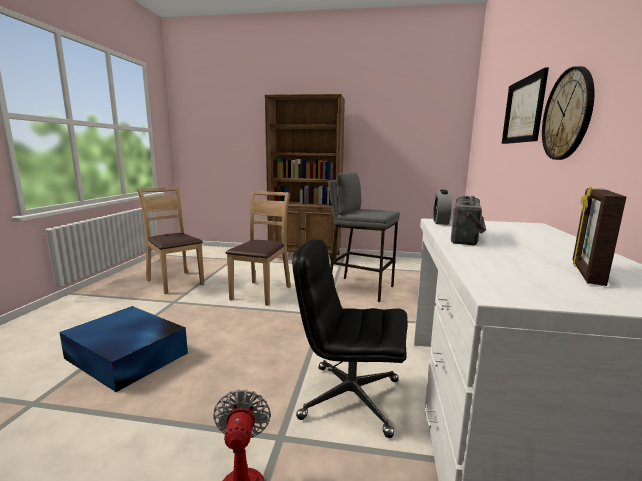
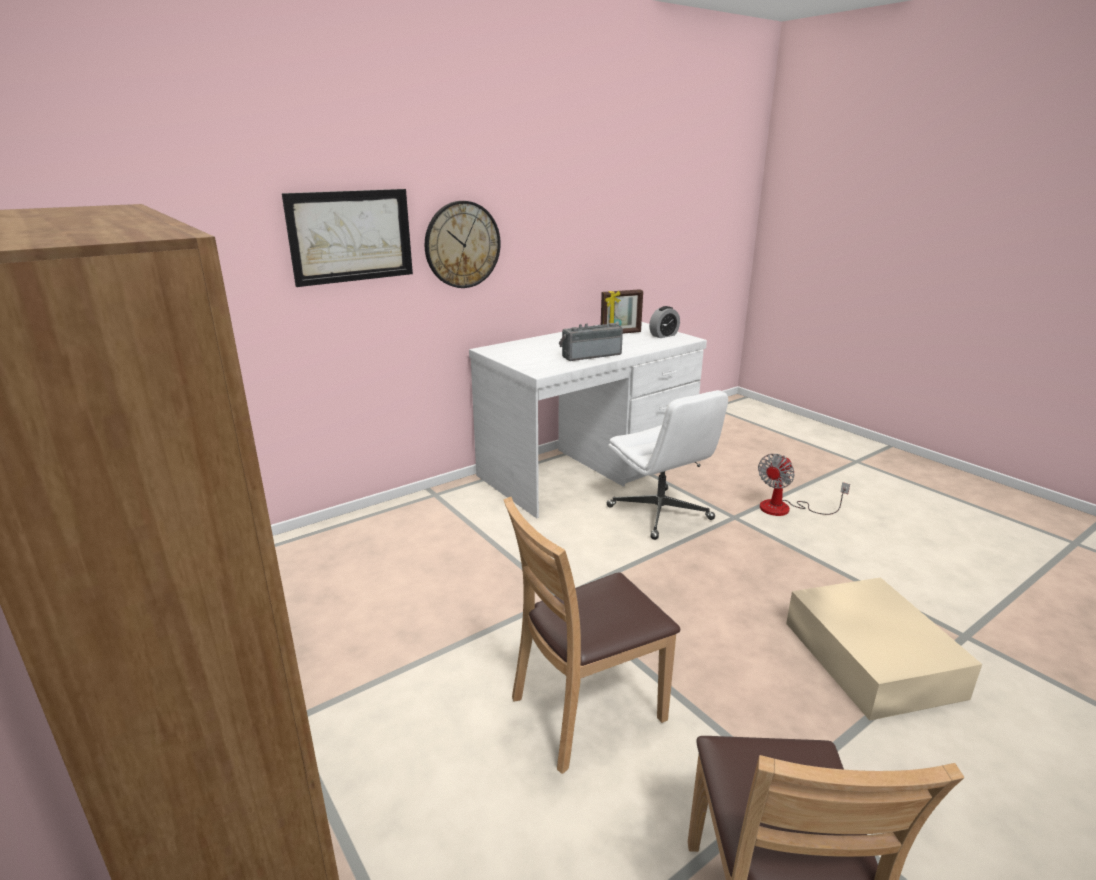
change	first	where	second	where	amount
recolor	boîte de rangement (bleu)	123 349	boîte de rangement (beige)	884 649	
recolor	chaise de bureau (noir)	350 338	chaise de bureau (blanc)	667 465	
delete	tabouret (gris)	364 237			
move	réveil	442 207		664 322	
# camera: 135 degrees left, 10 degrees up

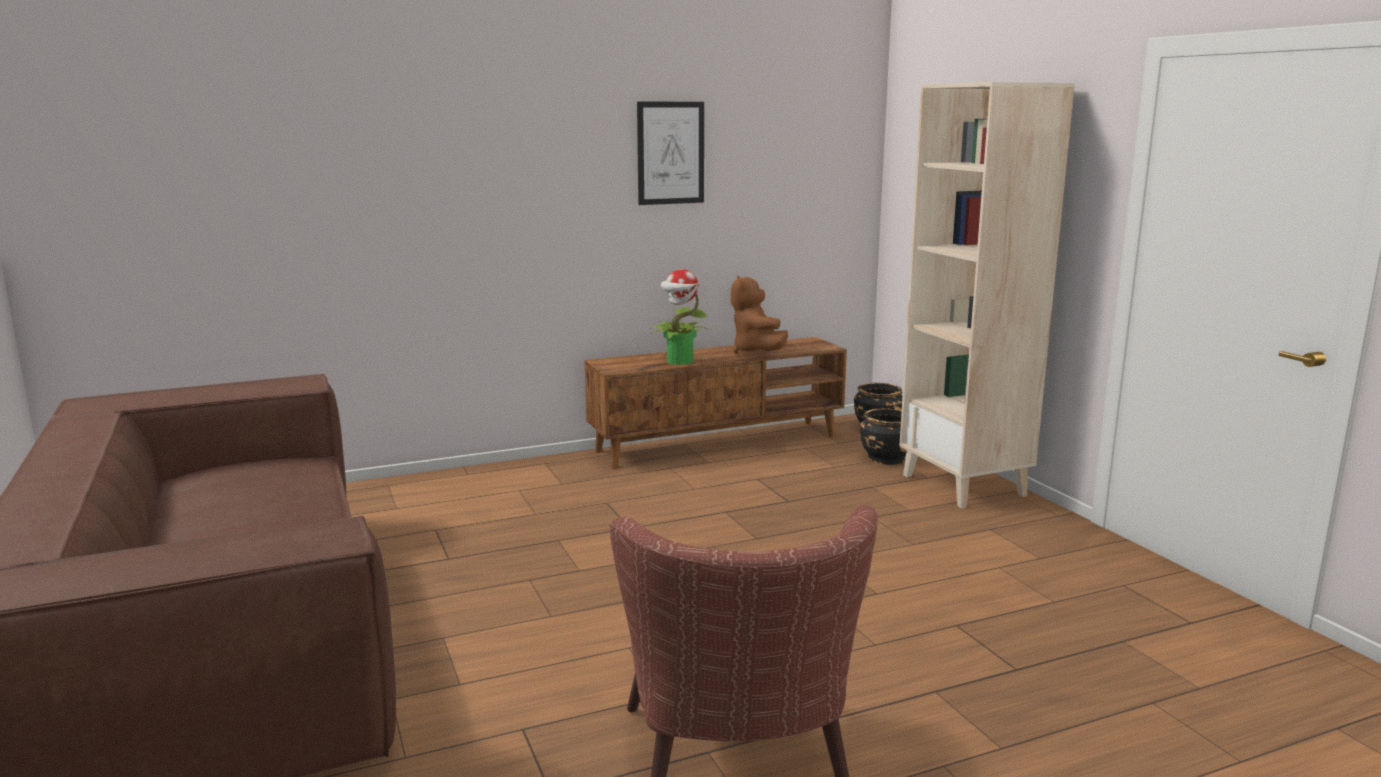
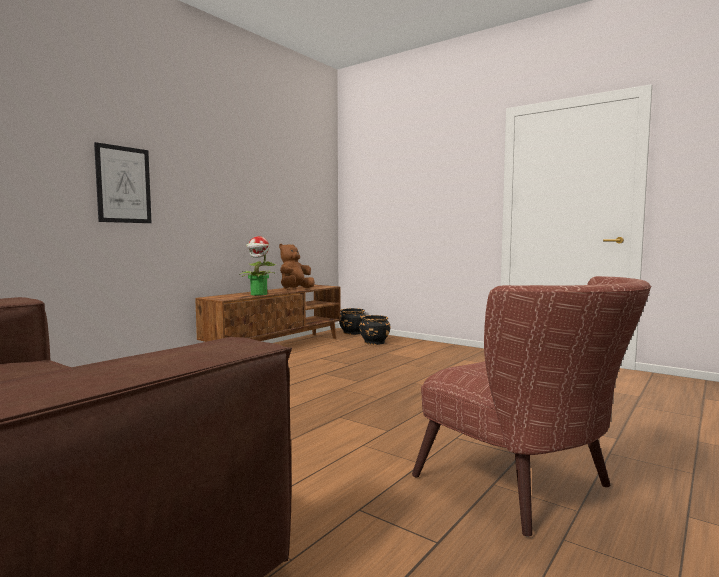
change	first	where	second	where	amount
move	tableau	670 153		122 182	
rotate	peluche (marron)	759 314		297 266	75 degrees clockwise
delete	bibliothèque (beige)	987 295			
# camera: 30 degrees left, 10 degrees down

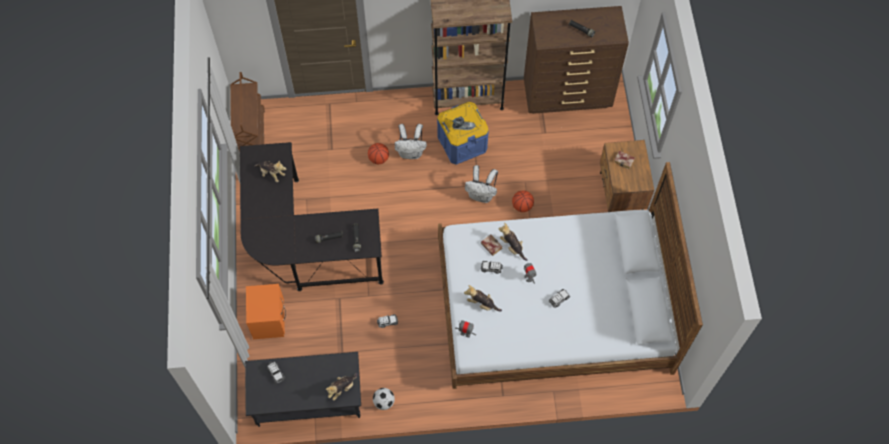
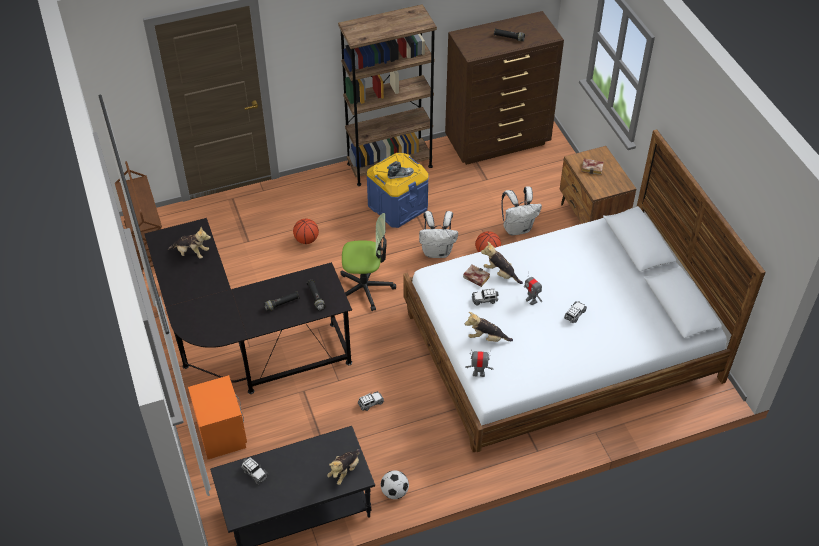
change	first	where	second	where	amount
move	sac à dos (blanc)	411 141		521 211	
insert			chaise de bureau	368 262	
# camera: 15 degrees left, 15 degrees down

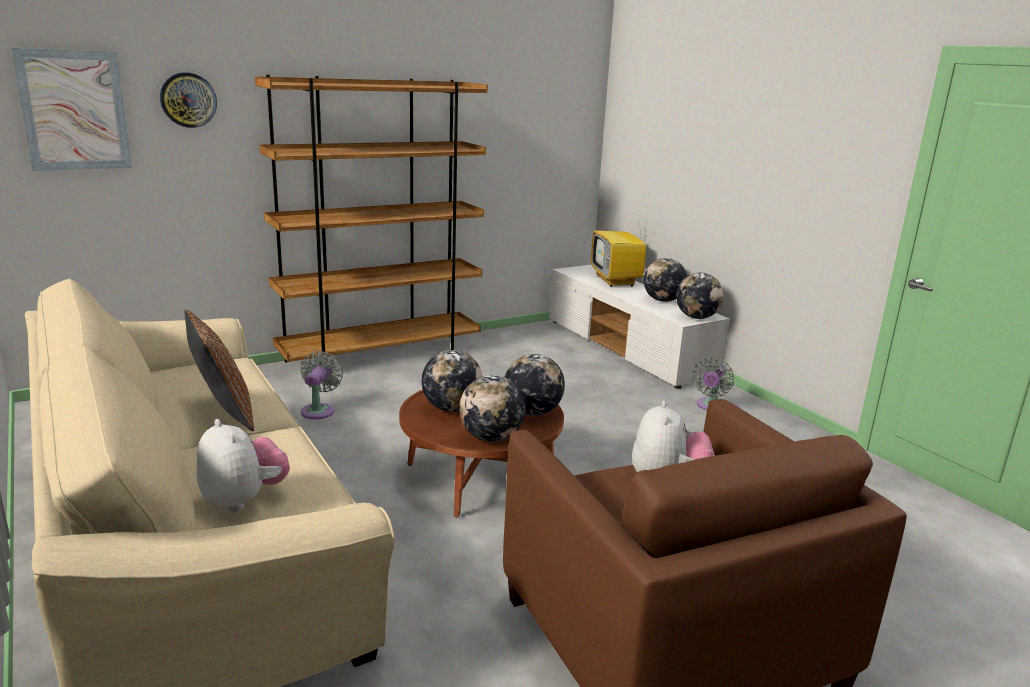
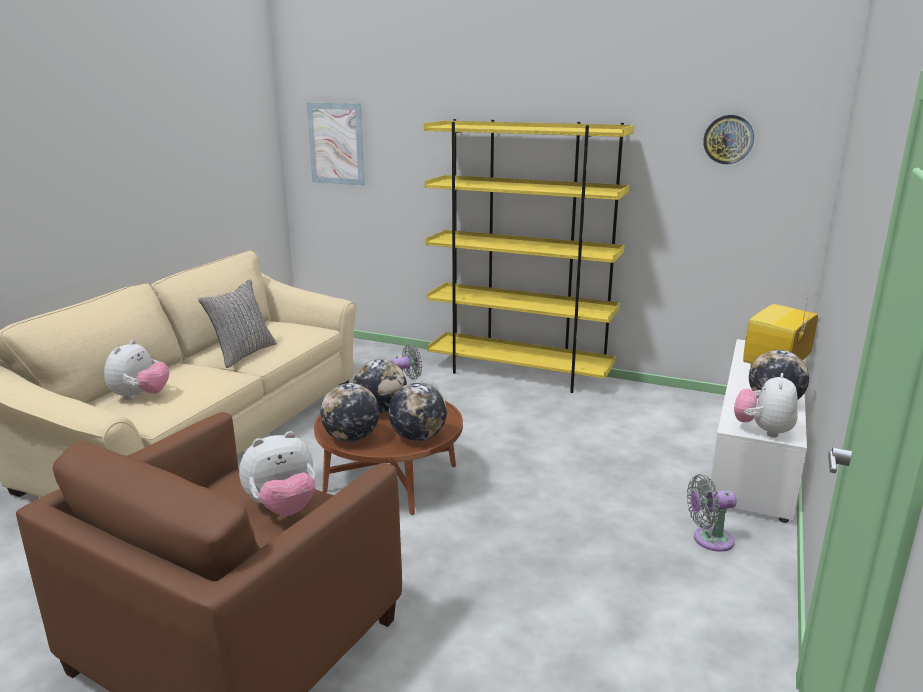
change	first	where	second	where	amount
move	horloge murale	188 100		728 139	
recolor	coussin (marron)	219 370	coussin (gris)	237 324	
recolor	bibliothèque (marron)	371 219	bibliothèque (jaune)	529 256	
replace	globe	700 296	peluche	766 405	
# camera: 55 degrees right, 0 degrees up

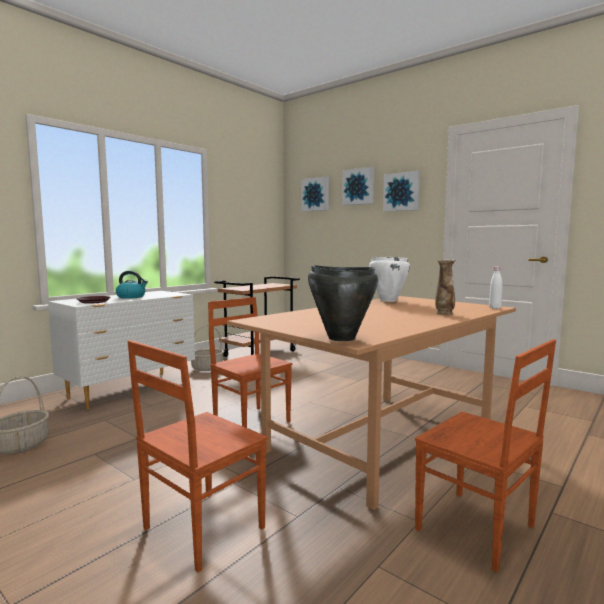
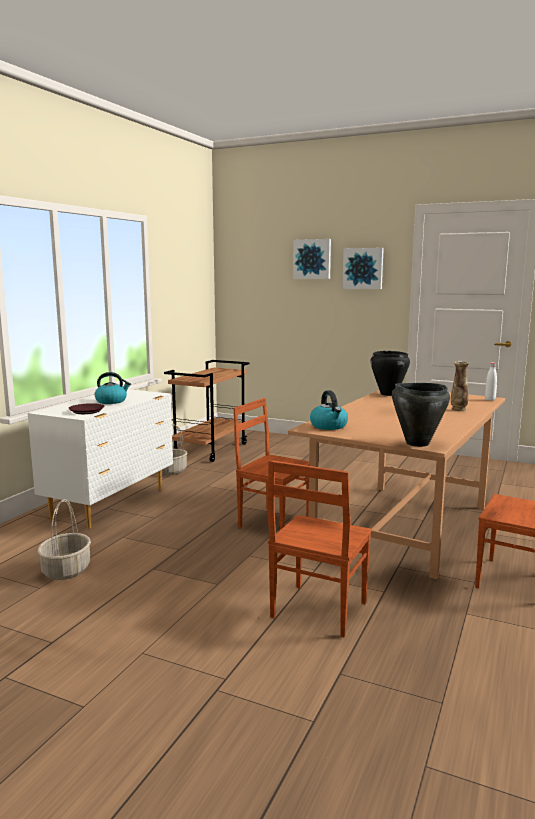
change	first	where	second	where	amount
delete	tableau	315 194			
recolor	marmite (blanc)	389 279	marmite (noir)	390 373	
insert			bouilloire	329 410	
# camera: 15 degrees left, 5 degrees up

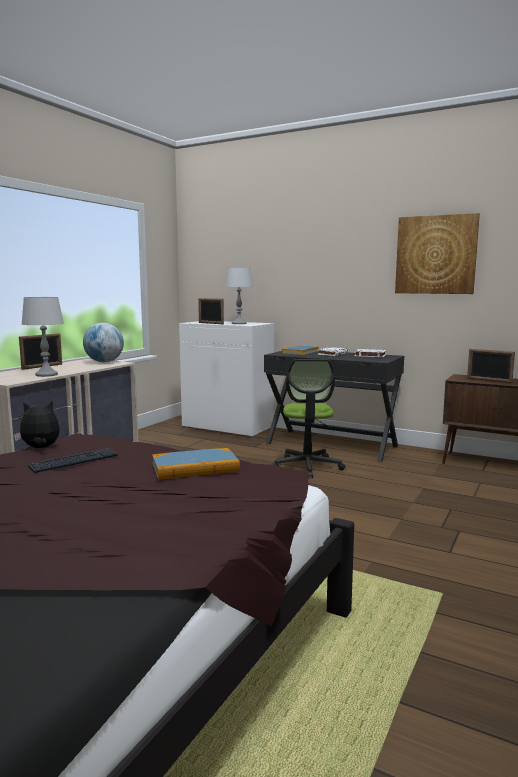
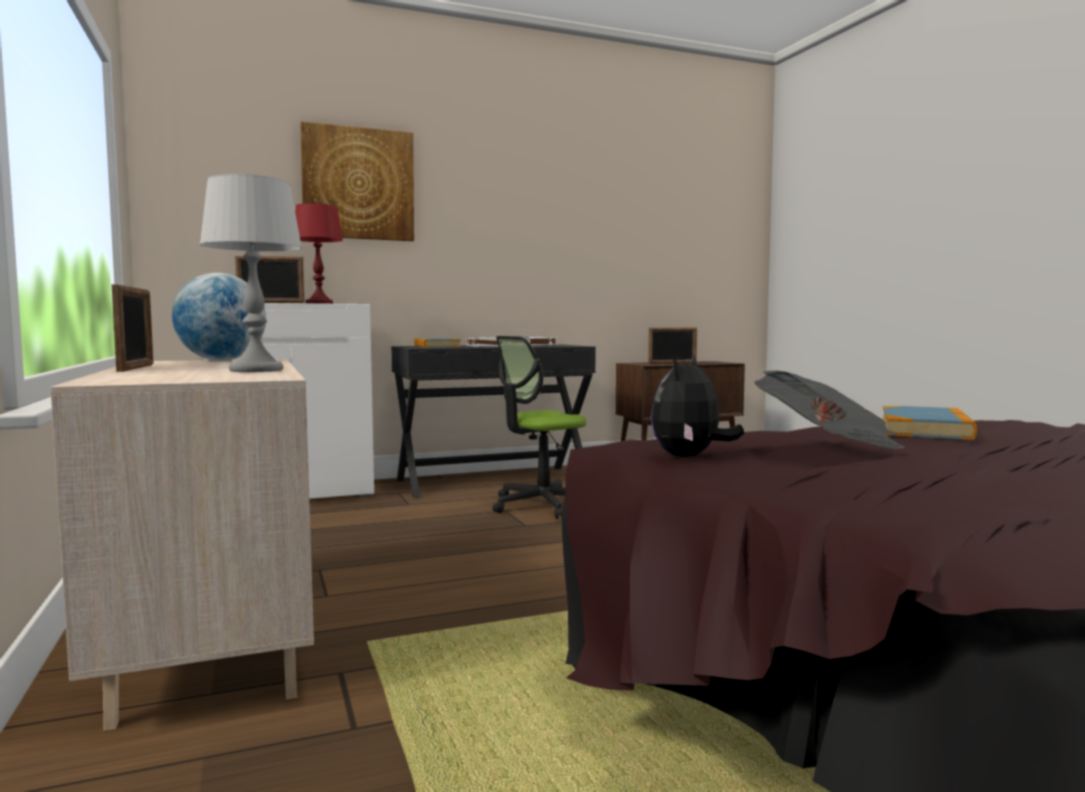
change	first	where	second	where	amount
replace	clavier	73 460	journal	830 409	
recolor	lampe de table (gris)	239 296	lampe de table (rouge)	319 253	
rotate	chaise de bureau	308 418		539 427	105 degrees clockwise
move	tableau	437 253		357 181	
# camera: 50 degrees left, 5 degrees down

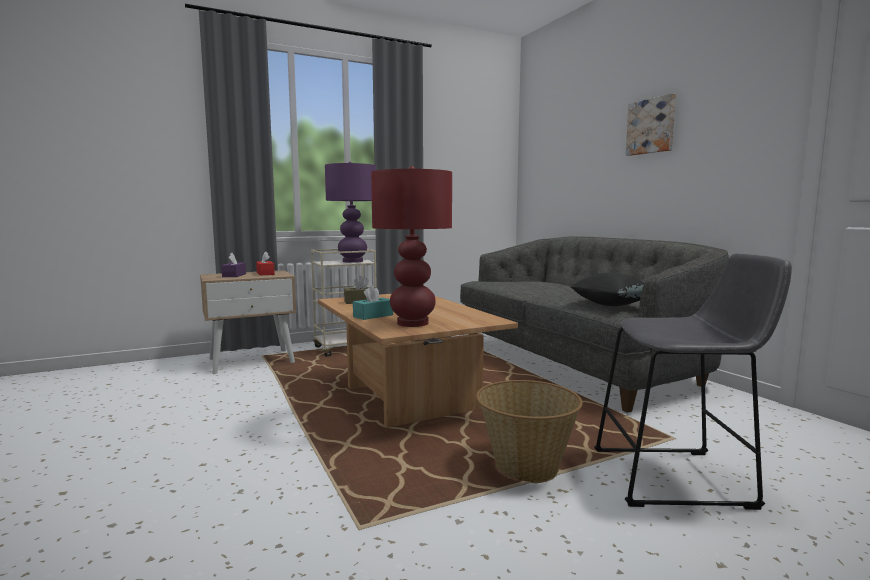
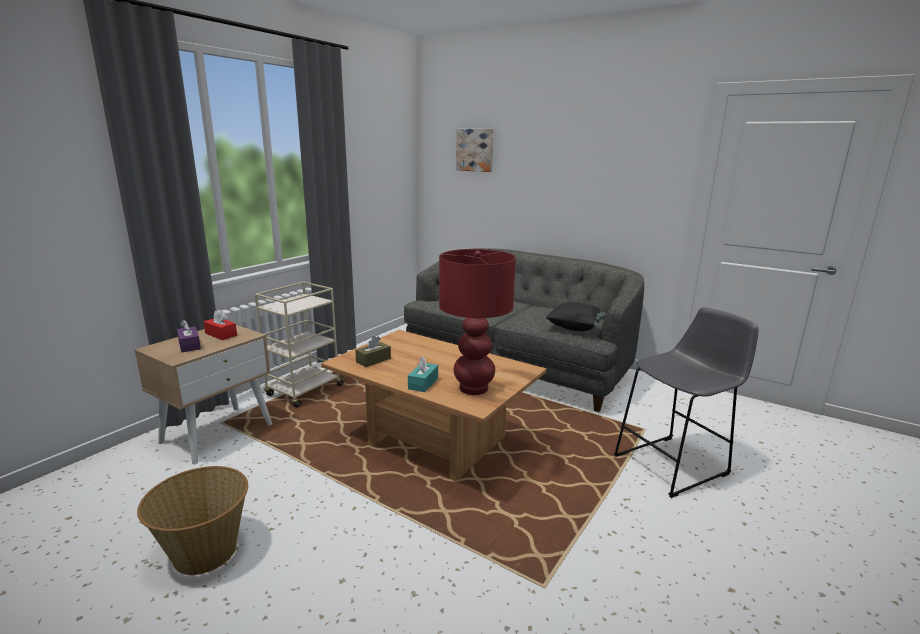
change	first	where	second	where	amount
delete	lampe de table (violet)	350 212			
move	panier	529 431		192 520	
move	tableau	651 124		474 150	
# camera: 30 degrees left, 10 degrees up

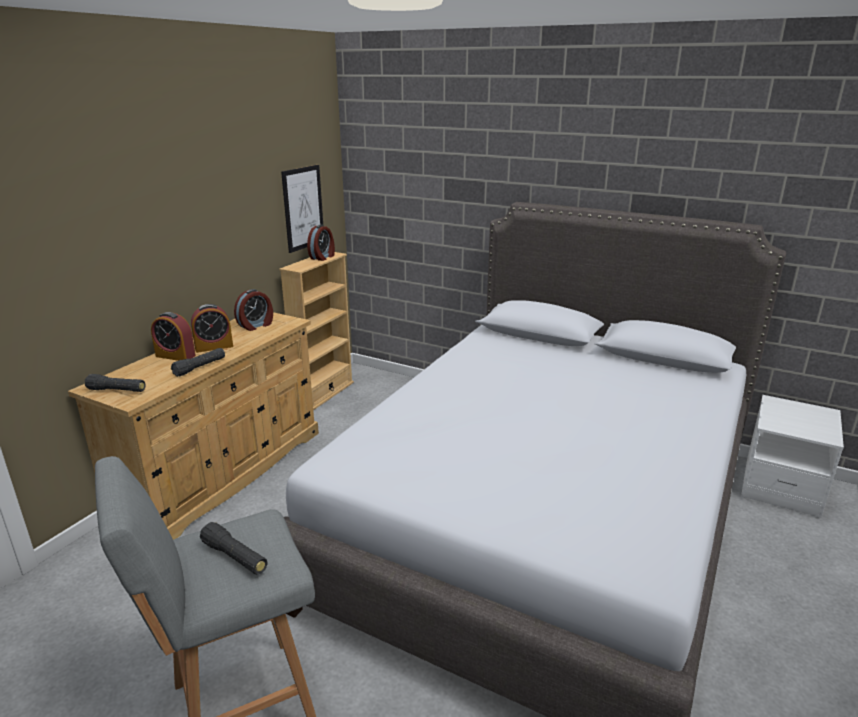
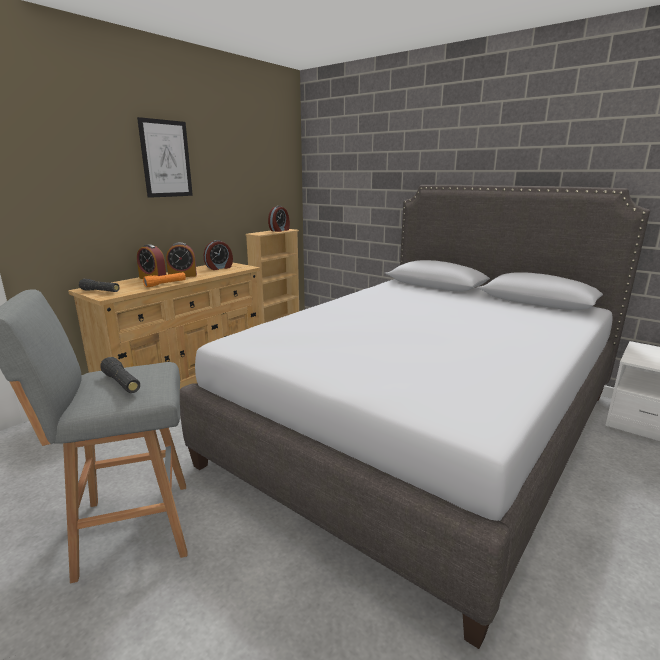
change	first	where	second	where	amount
recolor	lampe de poche (noir)	198 362	lampe de poche (orange)	164 279	
move	tableau	302 209		165 157	
# camera: 10 degrees right, 5 degrees down

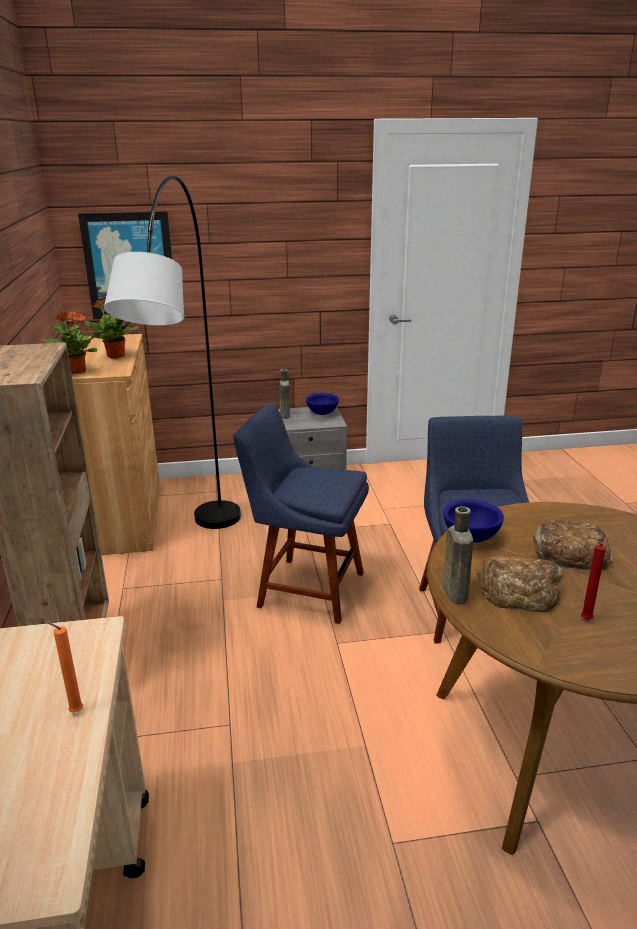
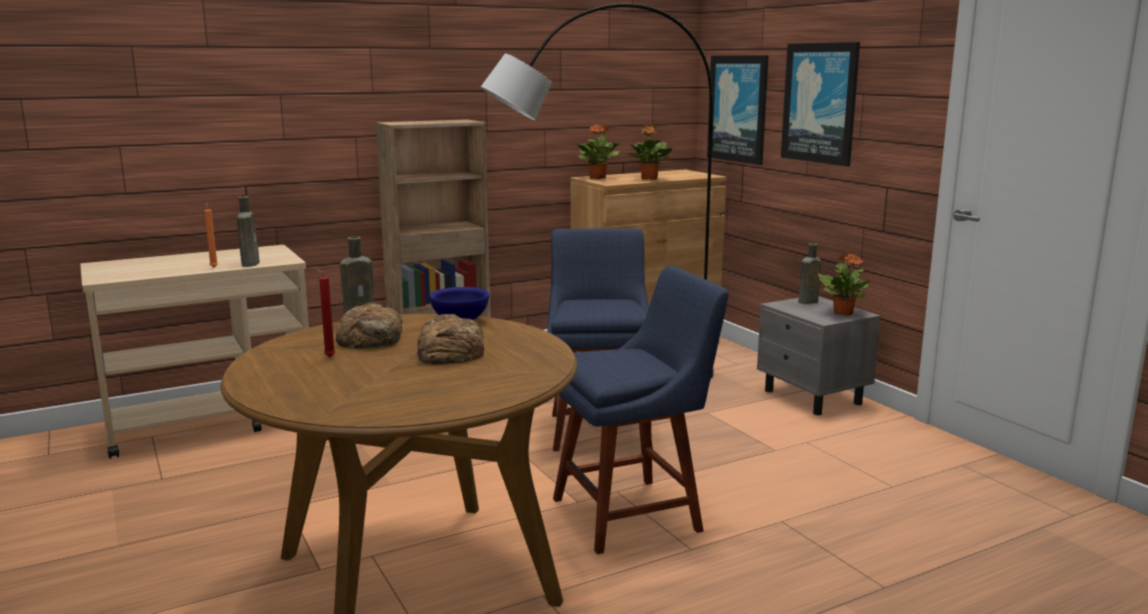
change	first	where	second	where	amount
replace	bol (bleu)	322 404	plante en pot	844 284	
insert			bouteille (marron)	248 231	
insert			tableau	820 104	
# camera: 70 degrees right, 10 degrees down

